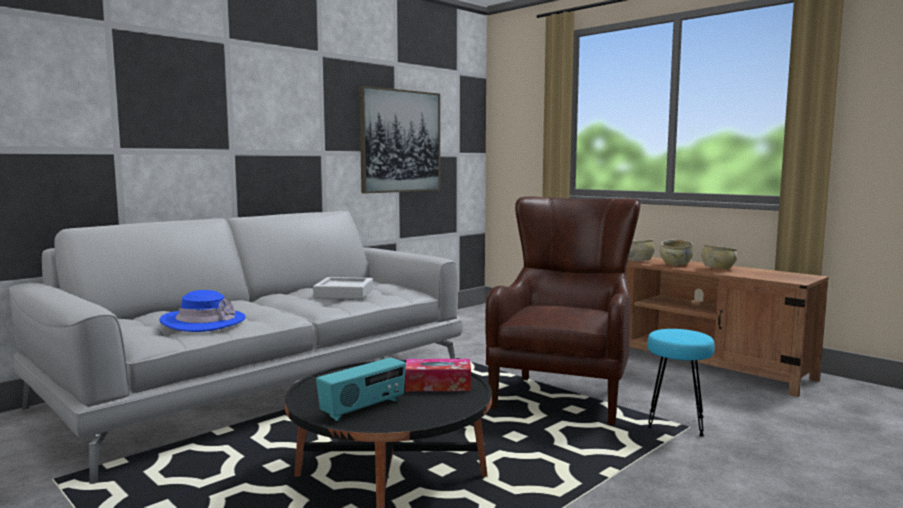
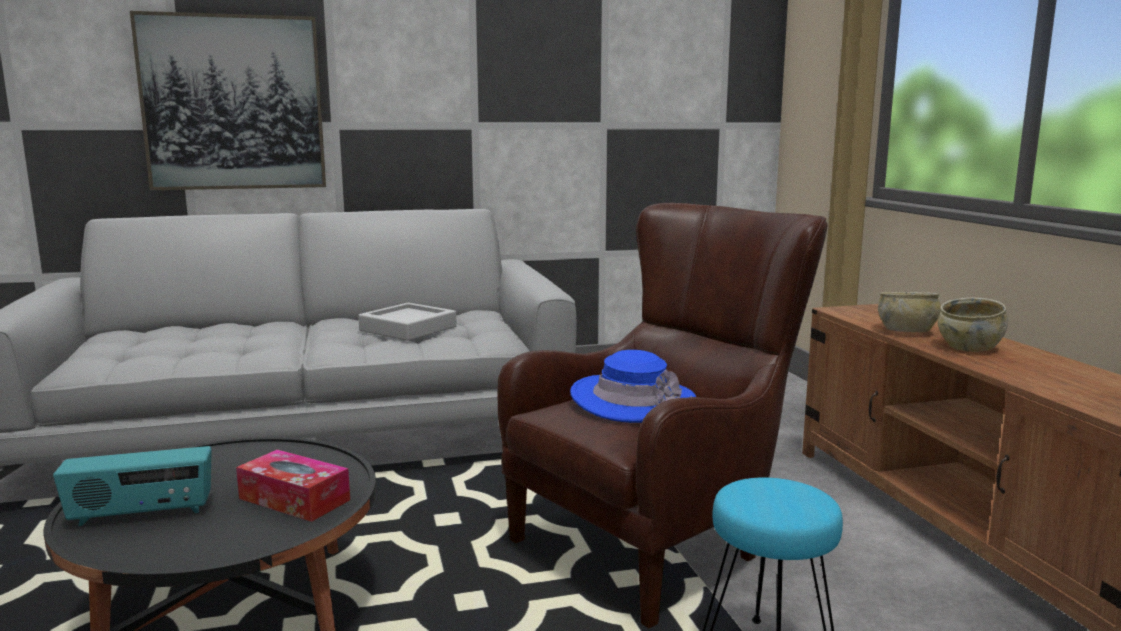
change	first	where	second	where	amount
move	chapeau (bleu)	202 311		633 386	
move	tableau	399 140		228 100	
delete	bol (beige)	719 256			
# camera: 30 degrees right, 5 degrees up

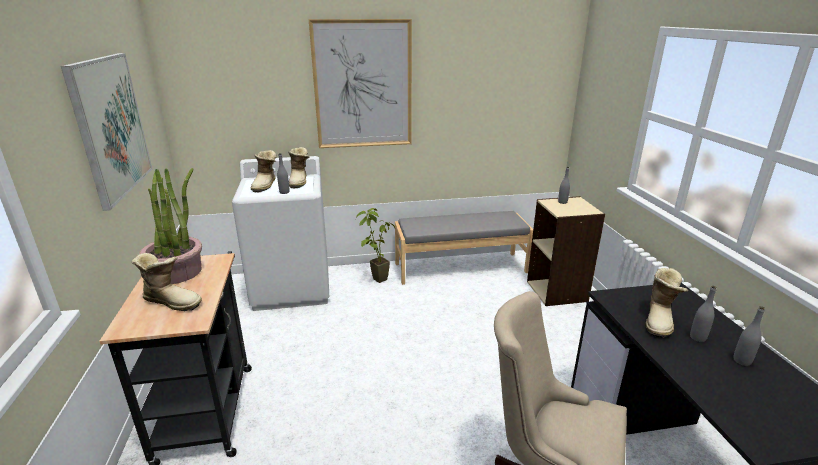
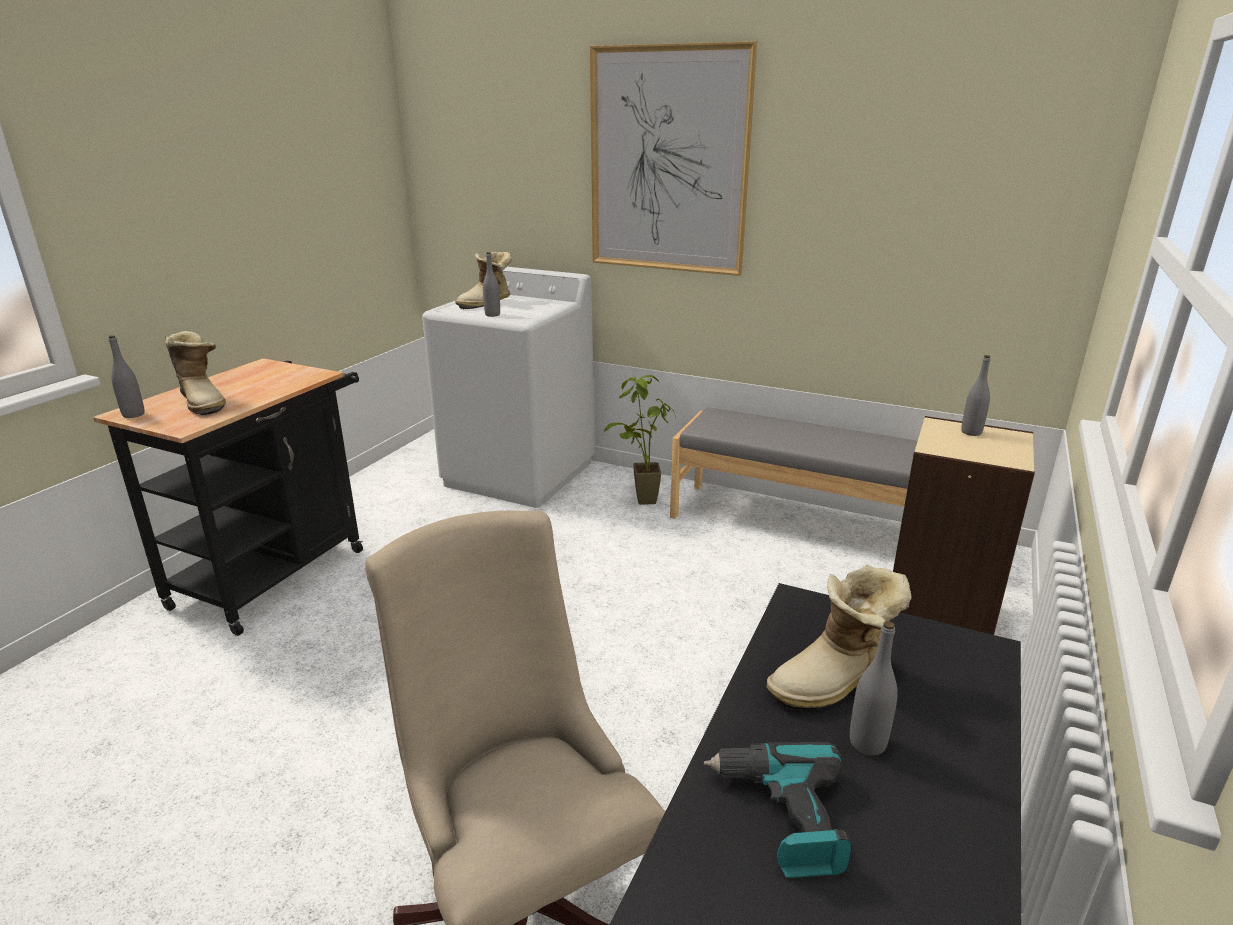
change	first	where	second	where	amount
delete	tableau	106 132			
delete	plante en pot	170 226			
delete	botte	299 168			
move	bouteille (gris)	749 336		126 376	
insert			perceuse	778 810	
# camera: 35 degrees right, 0 degrees up

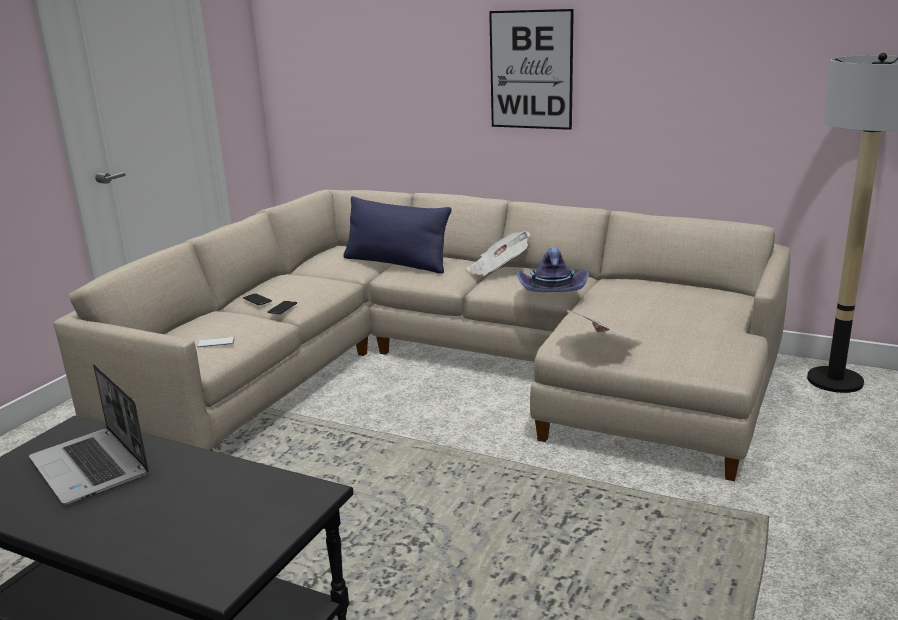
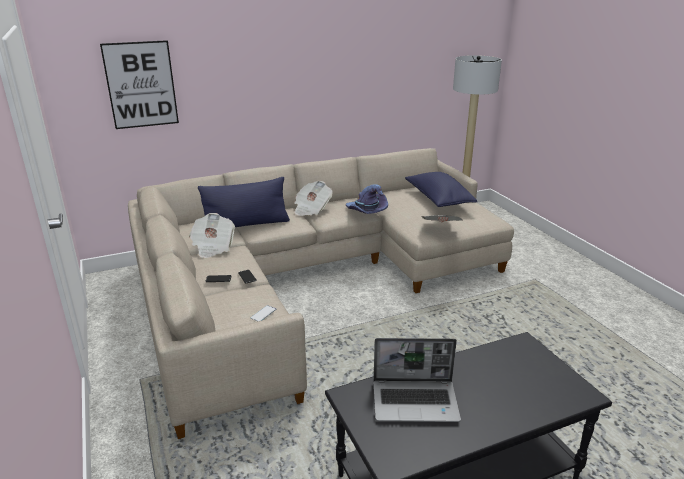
change	first	where	second	where	amount
move	tableau	531 69		139 84	
insert			journal	212 235	
insert			coussin (bleu)	441 189	
# camera: 50 degrees left, 5 degrees up

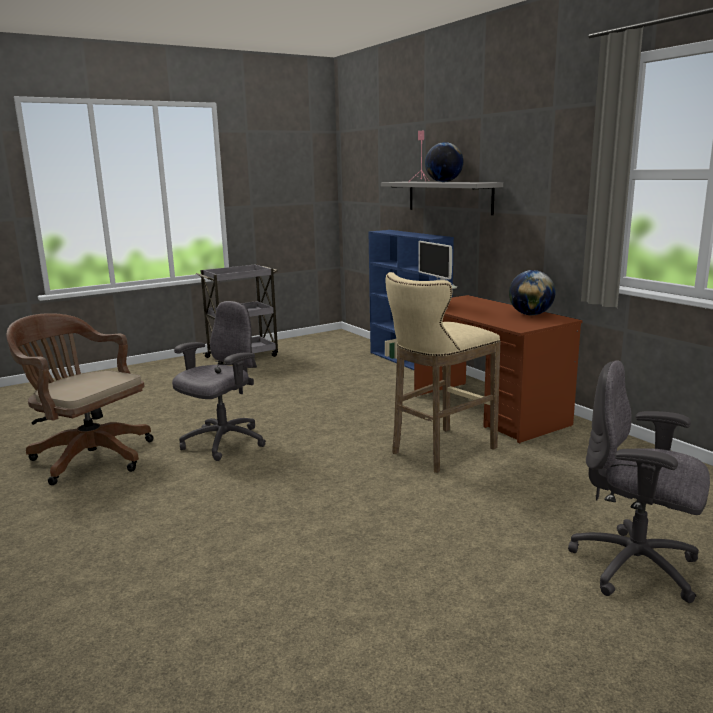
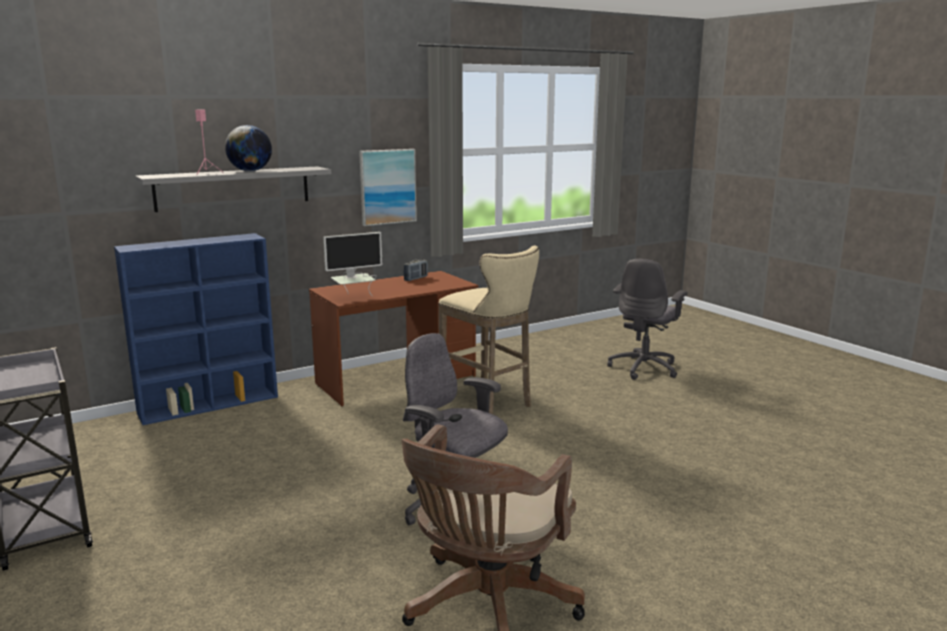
change	first	where	second	where	amount
replace	globe	532 293	radio	416 270	
insert			tableau	388 187	
# camera: 90 degrees left, 0 degrees up

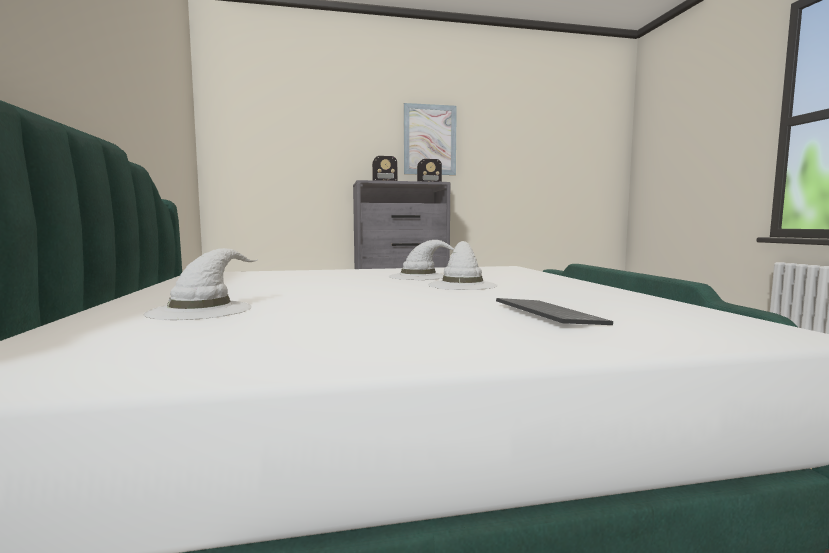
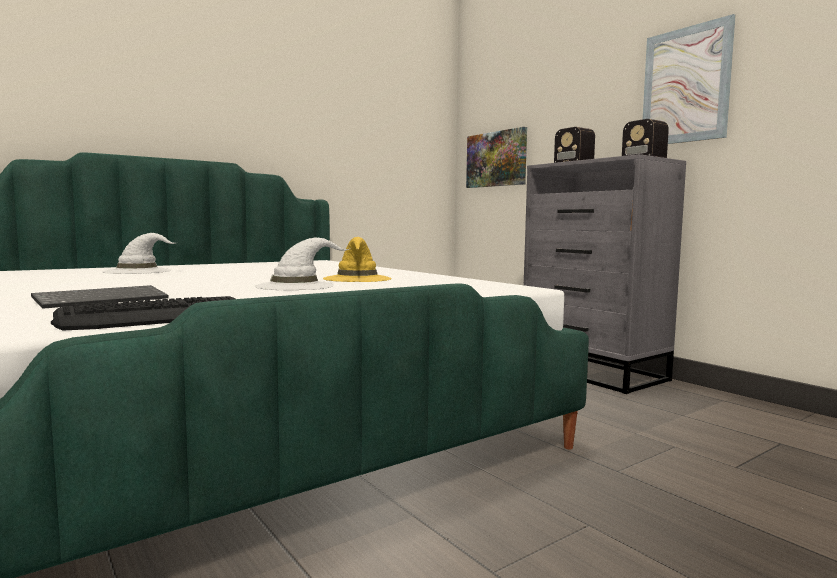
change	first	where	second	where	amount
recolor	chapeau (blanc)	421 260	chapeau (jaune)	357 259	
insert			clavier	143 313	
insert			tableau	496 157	
# camera: 65 degrees right, 0 degrees up

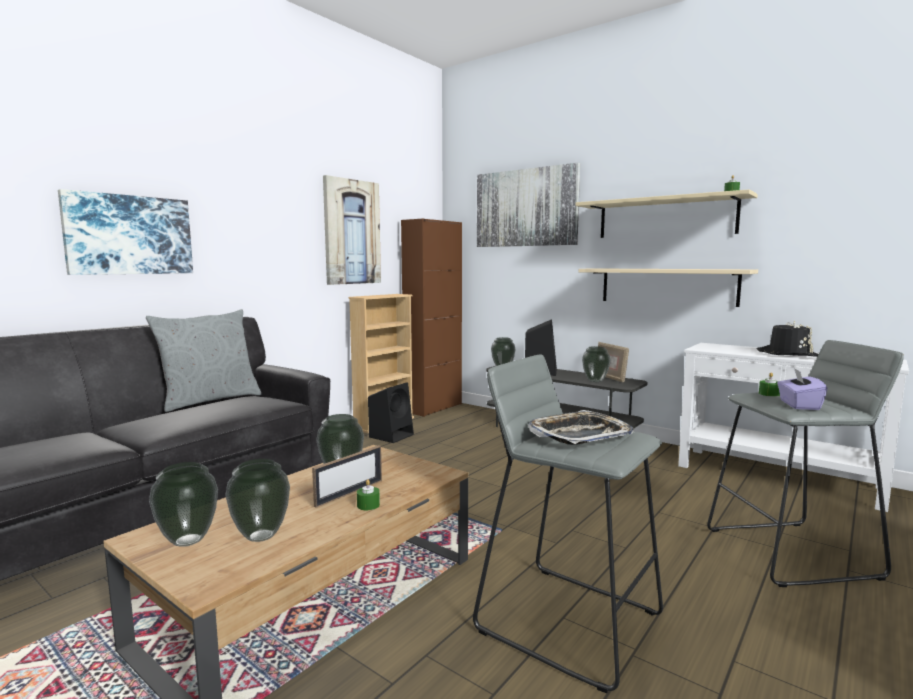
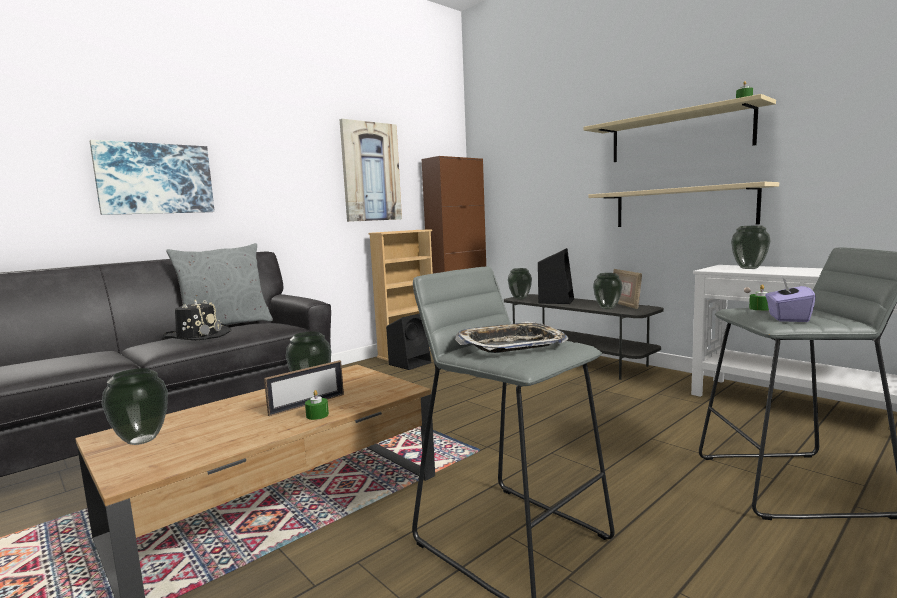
change	first	where	second	where	amount
move	vase	257 500		751 247	
delete	tableau	528 205			
move	chapeau (noir)	788 338		197 319	
# camera: 10 degrees right, 0 degrees up

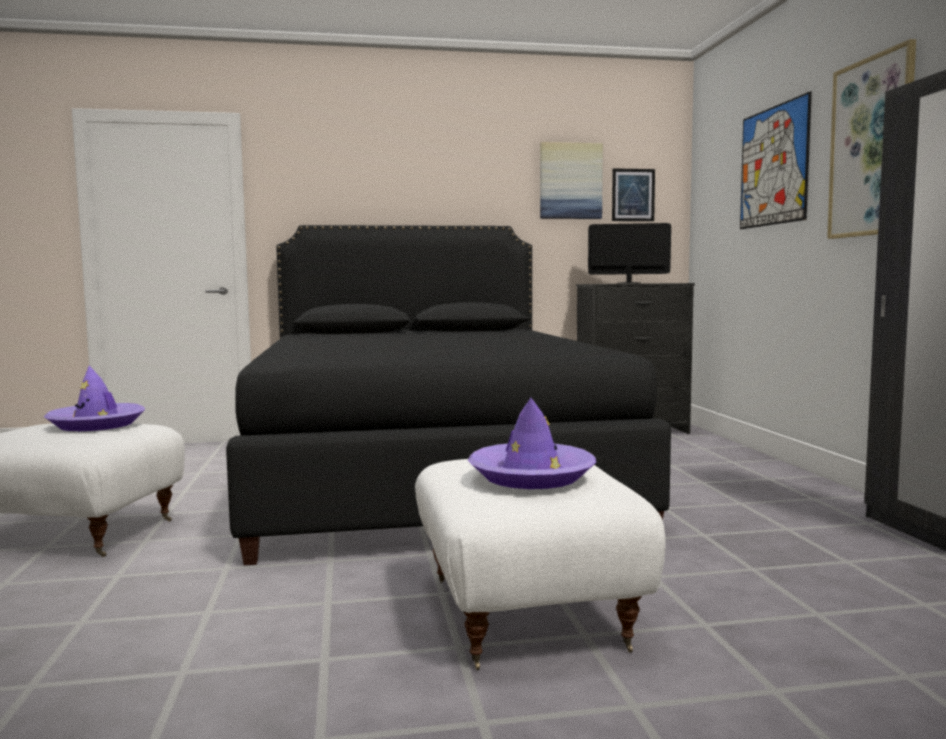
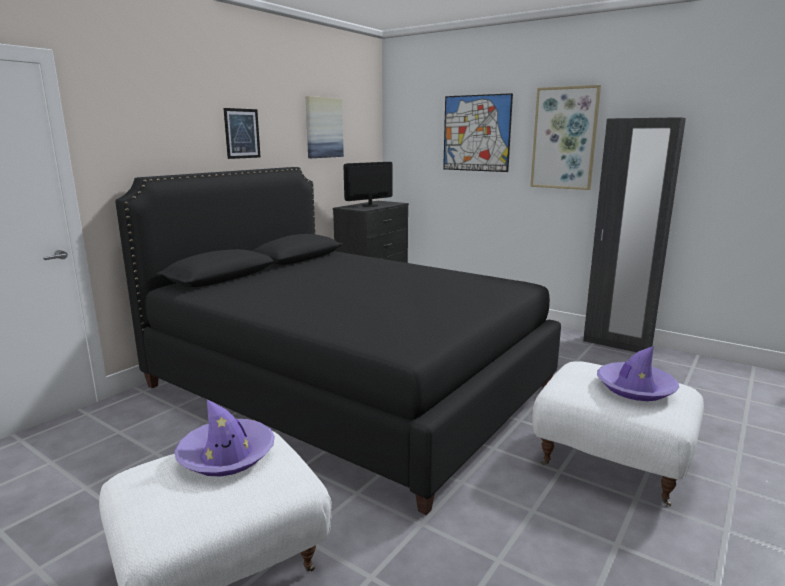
change	first	where	second	where	amount
move	tableau	633 194		242 133	
# camera: 45 degrees left, 10 degrees up

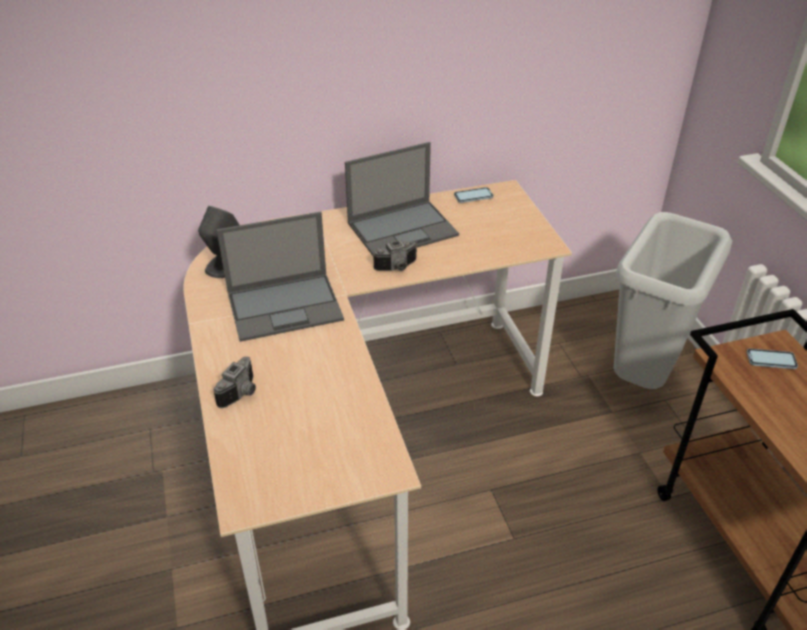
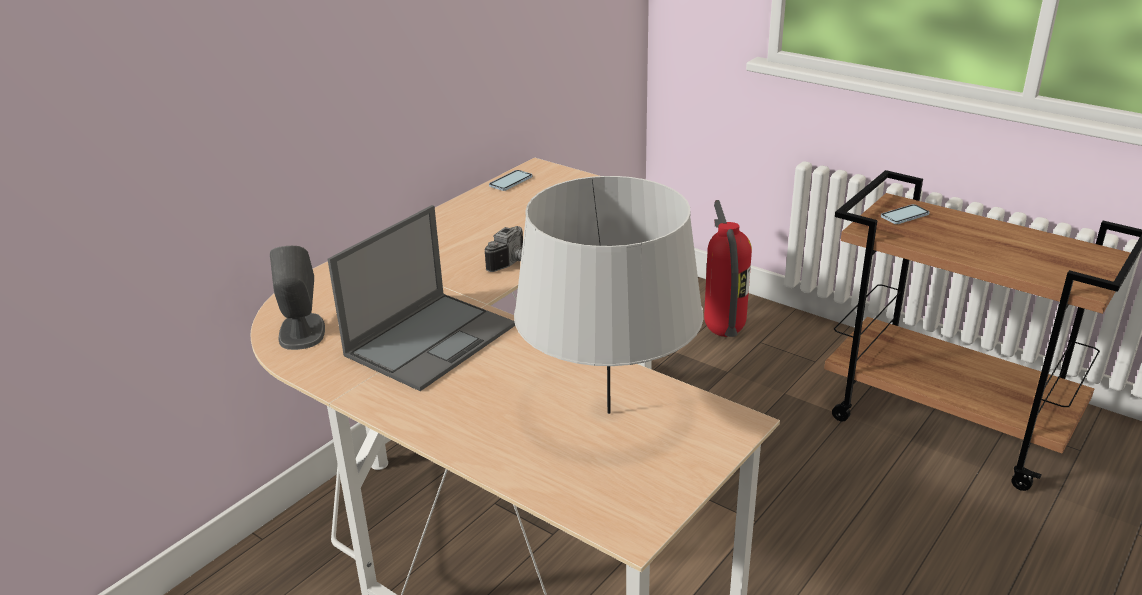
change	first	where	second	where	amount
delete	appareil photo	235 382			
delete	ordinateur portable	402 199			
replace	poubelle (gris)	673 300	extincteur	728 268	
insert			lampe de table (gris)	608 295	
# camera: 35 degrees left, 10 degrees down

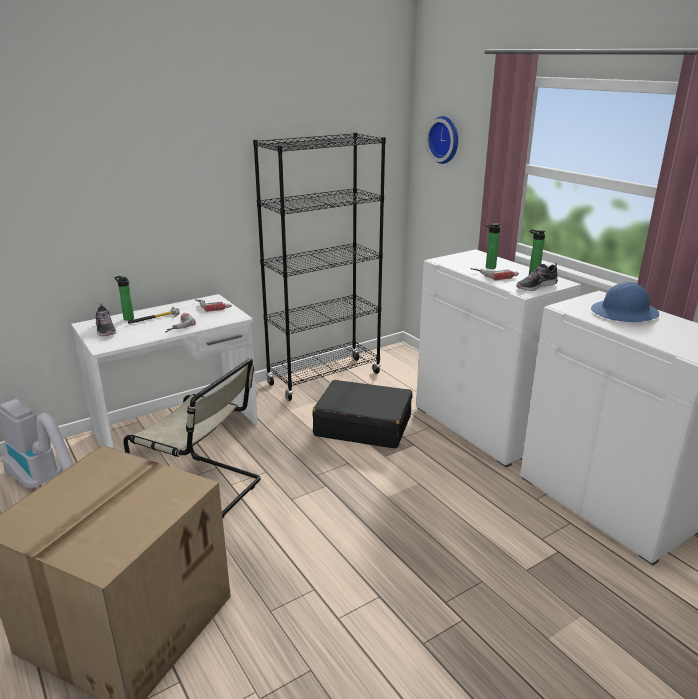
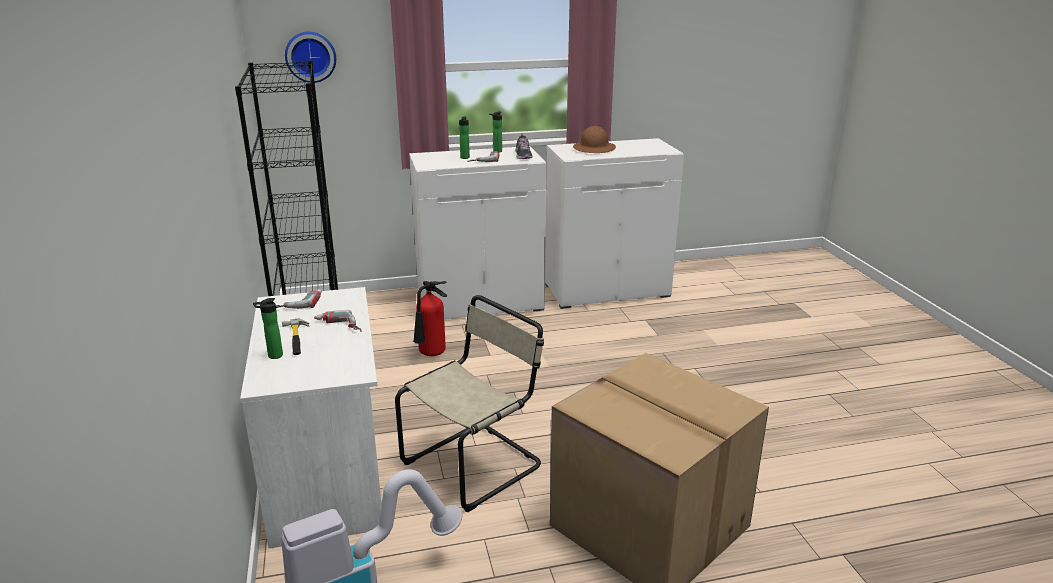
change	first	where	second	where	amount
delete	chaussure	106 319			
replace	valise (noir)	362 414	extincteur	430 318	
recolor	casque de chantier (bleu)	625 302	casque de chantier (marron)	594 139	
# camera: 70 degrees left, 0 degrees up

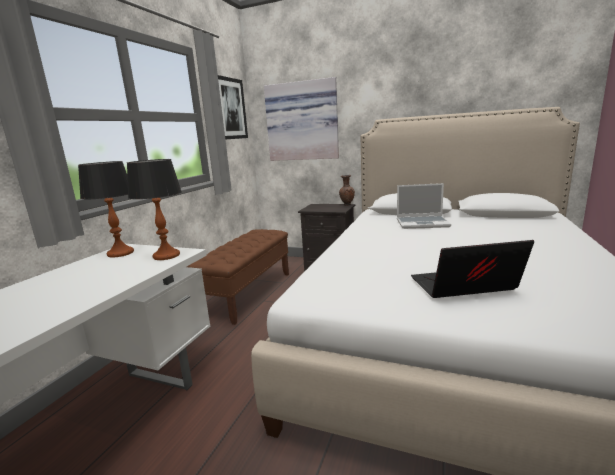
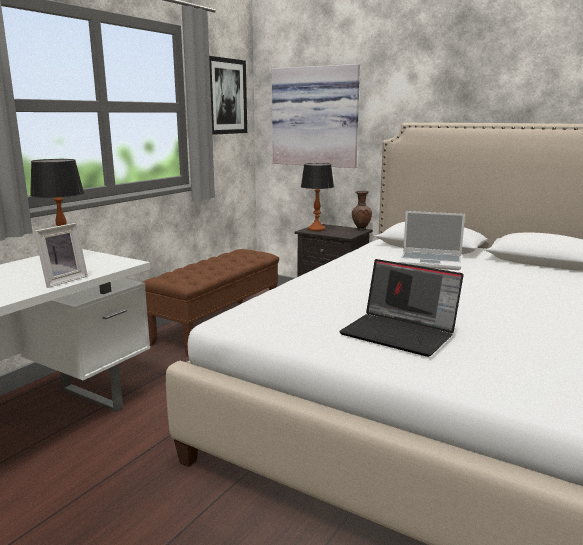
change	first	where	second	where	amount
move	lampe de table	154 209		317 197	
rotate	ordinateur portable	472 269		401 308	150 degrees counterclockwise
insert			cadre photo	61 255	
# camera: 10 degrees right, 0 degrees up

